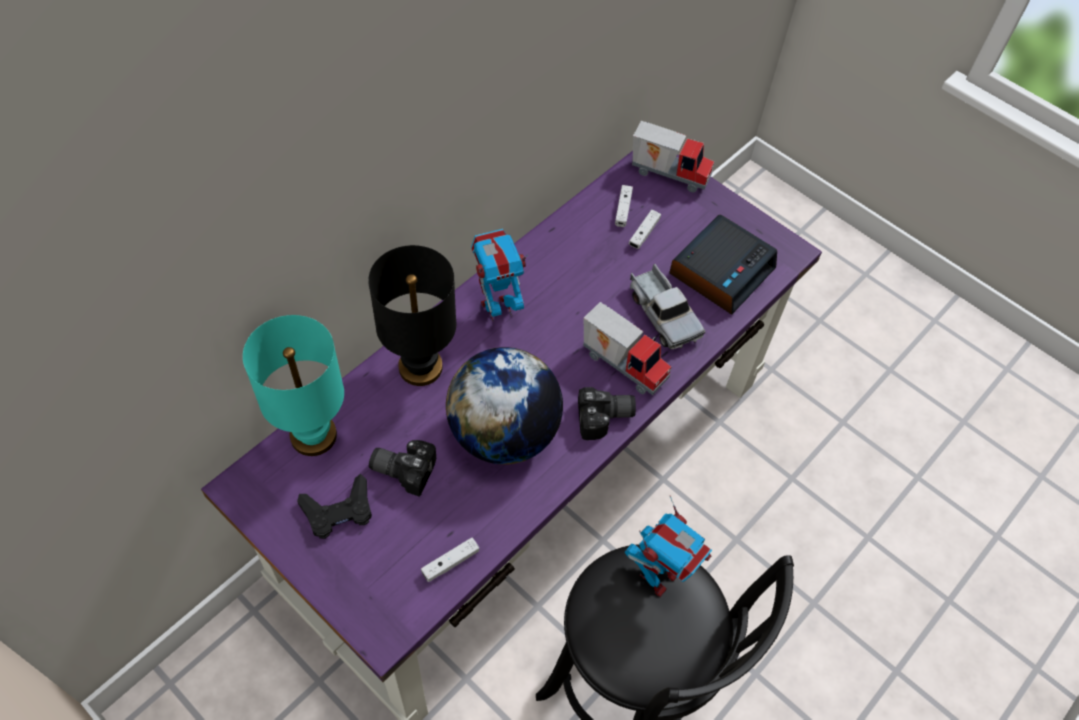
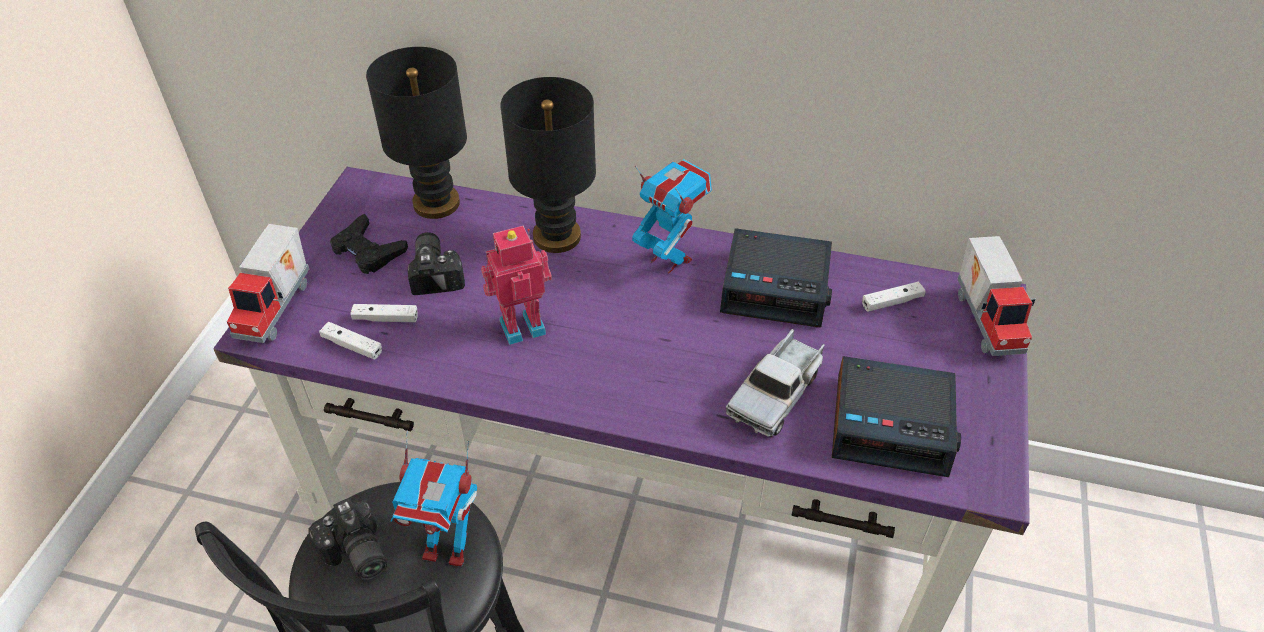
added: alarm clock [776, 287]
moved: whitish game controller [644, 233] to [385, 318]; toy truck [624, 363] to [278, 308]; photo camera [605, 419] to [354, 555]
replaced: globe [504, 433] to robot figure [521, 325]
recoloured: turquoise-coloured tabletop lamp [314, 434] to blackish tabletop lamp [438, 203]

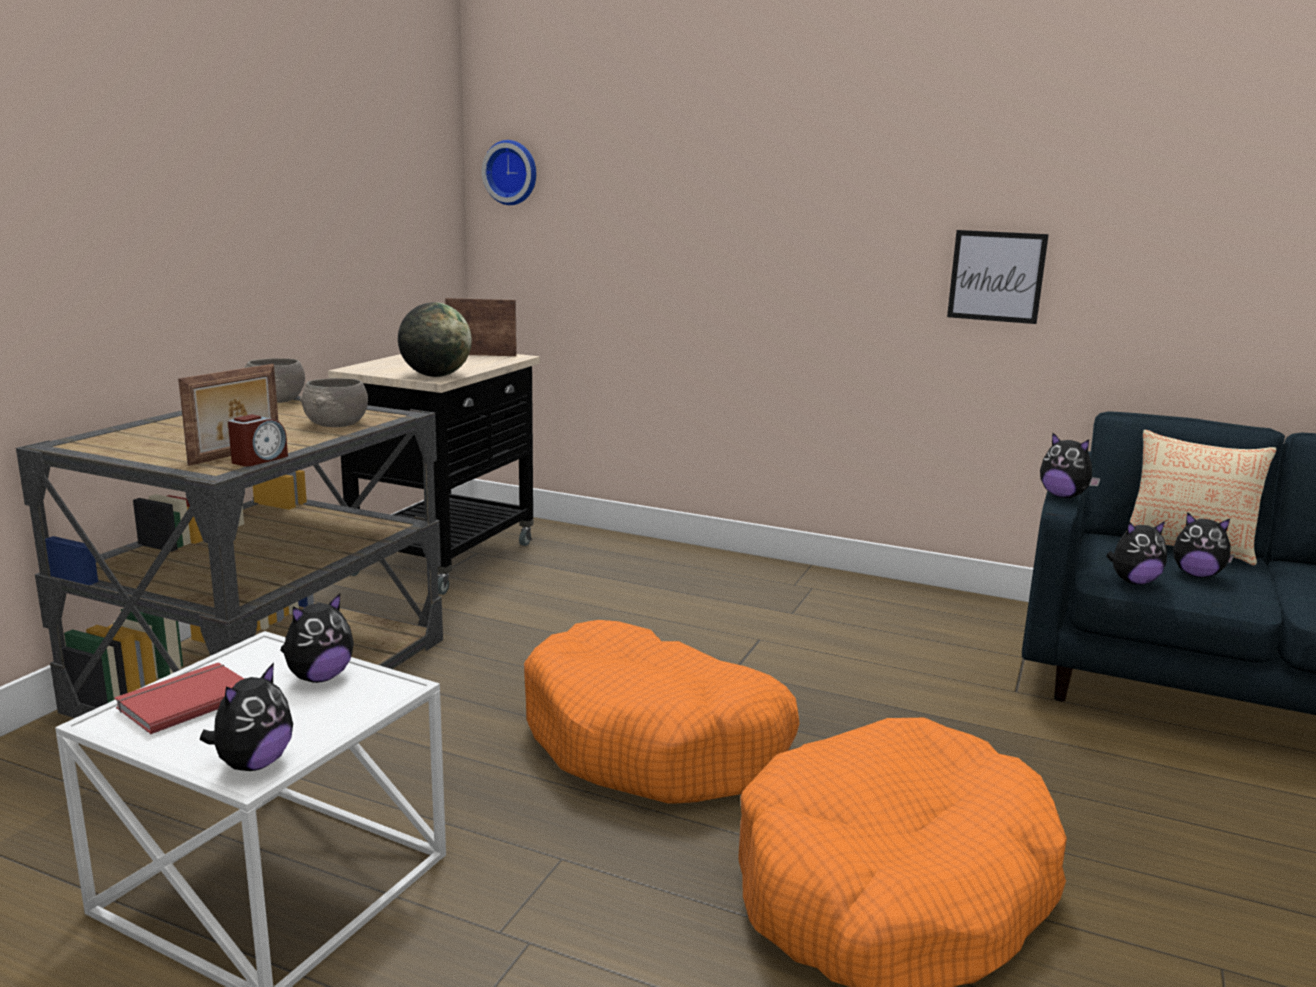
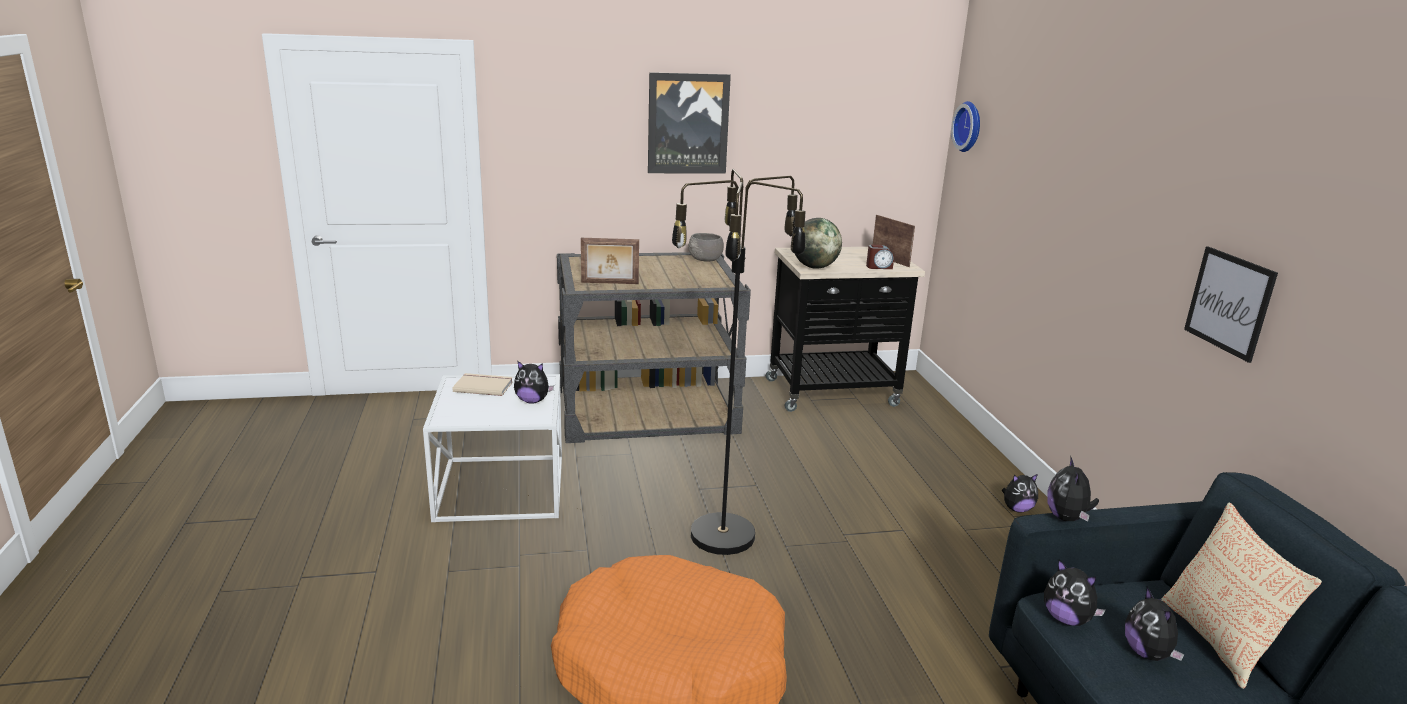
removed: grey bowl [336, 424]
added: picture [688, 123]
moved: alarm clock [259, 459] to [879, 267]; soft toy [253, 764] to [1017, 509]
replaced: orangey pet bed [655, 742] to standing lamp [723, 537]
recoloured: red-coloured bound book [184, 701] to sand-coloured bound book [483, 386]

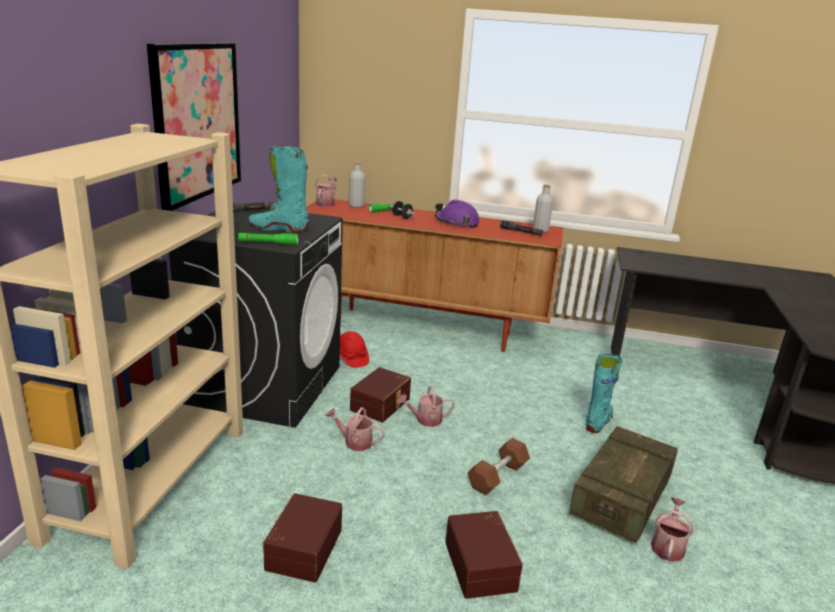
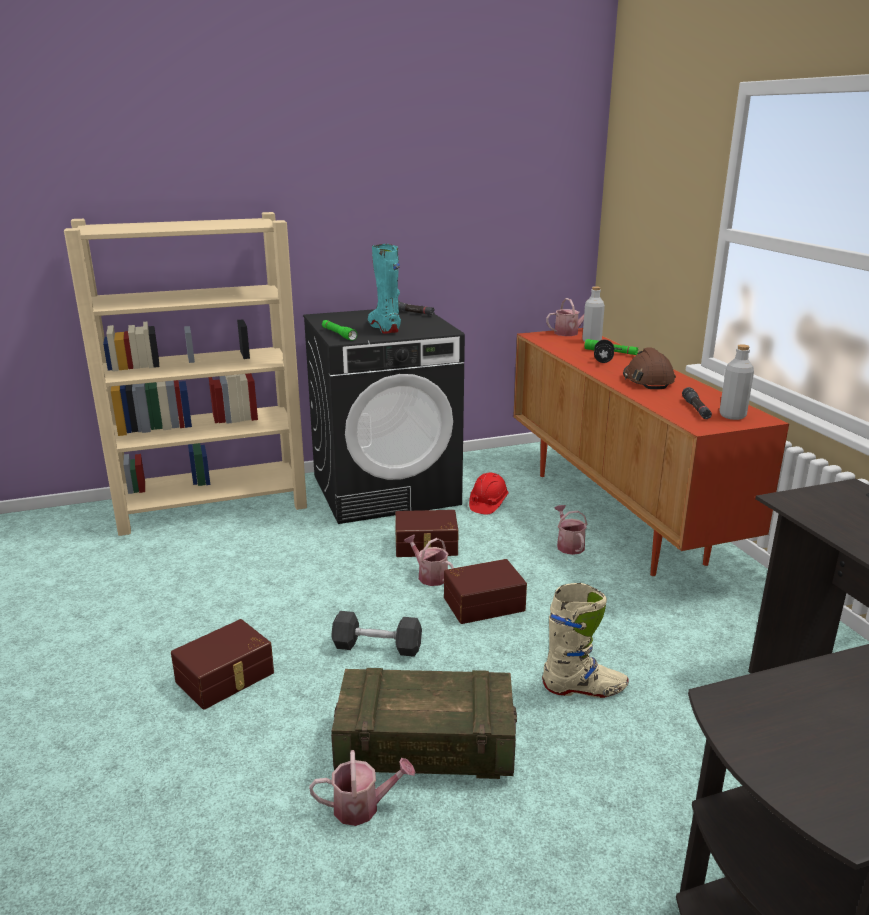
removed: picture [197, 122]
moved: watering pot [354, 442] to [568, 545]; brown-coloured storage box [302, 548] to [483, 603]
recoloured: purple-coloured hard hat [456, 222] to brown-coloured hard hat [648, 380]; turquoise-coloured tall boot [598, 422] to sand-coloured tall boot [584, 689]; brown-coloured free weight [497, 476] to grey free weight [377, 646]

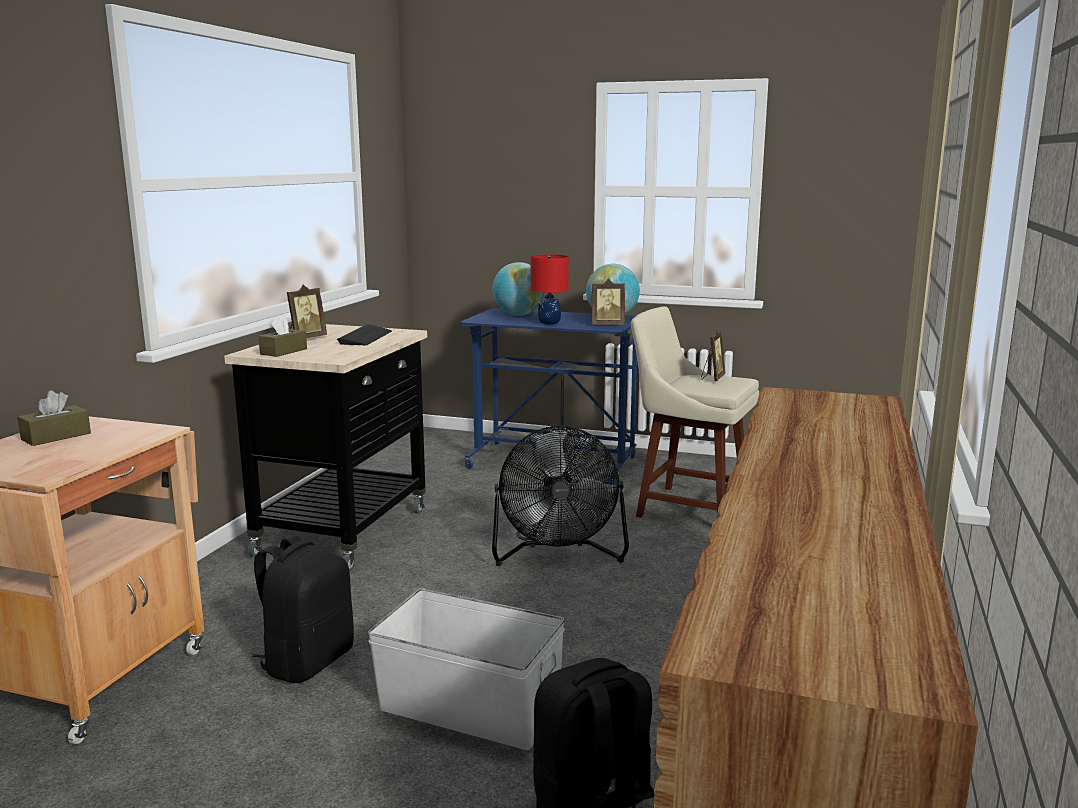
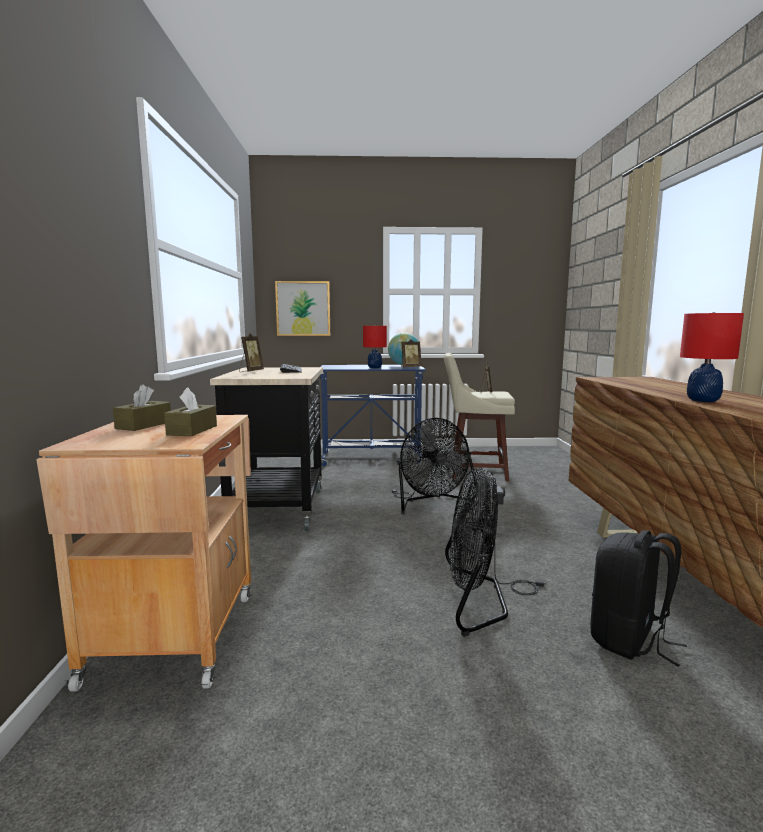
removed: globe [519, 315]; blackish rucksack [307, 661]
added: picture [303, 308]; red-coloured tabletop lamp [704, 401]
moved: brown-coloured tissue holder [283, 351] to [192, 430]
replaced: whitish storage box [469, 708] to blackish cooling fan [482, 597]

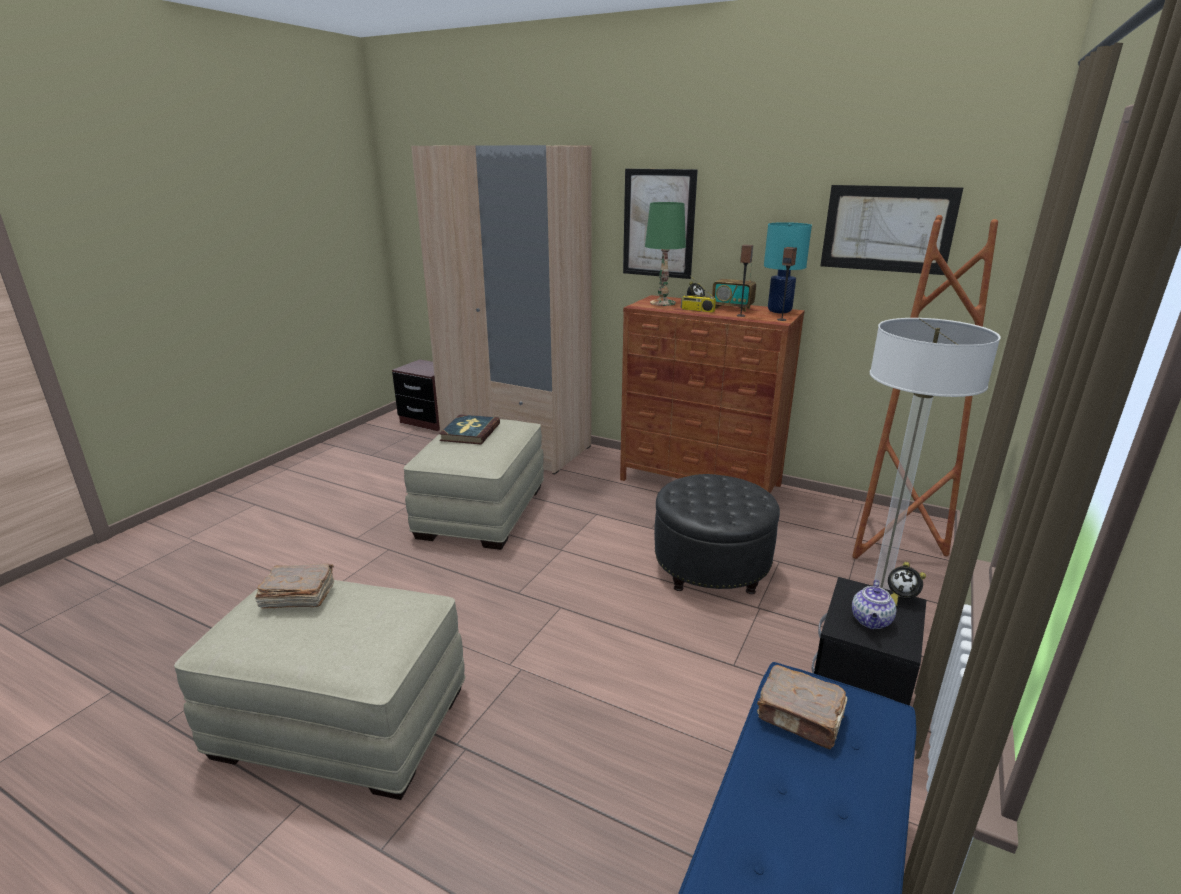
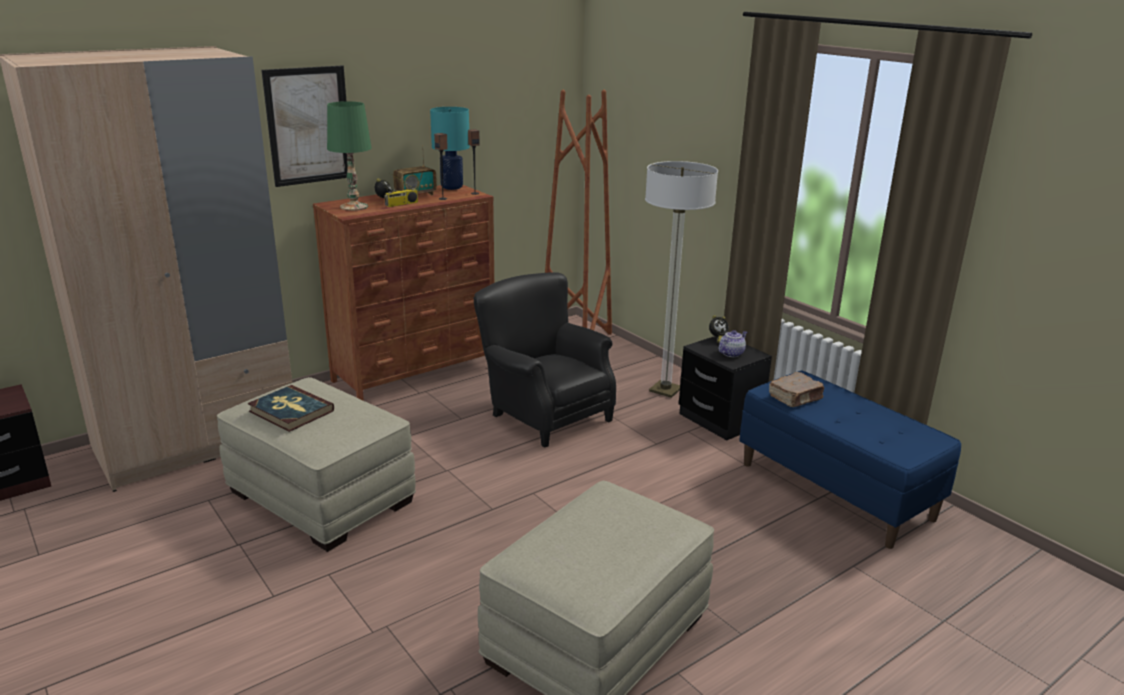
removed: picture [887, 229]; brown-coloured bound book [297, 597]
replaced: blackish ottoman [711, 568] to blackish armchair [545, 413]
turned: pot for tea [871, 621] = [731, 353] 90 degrees counterclockwise

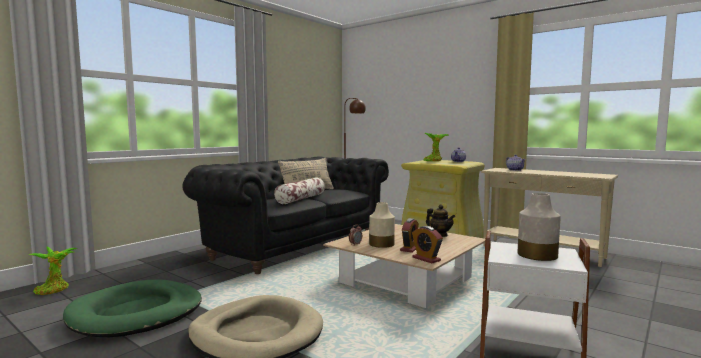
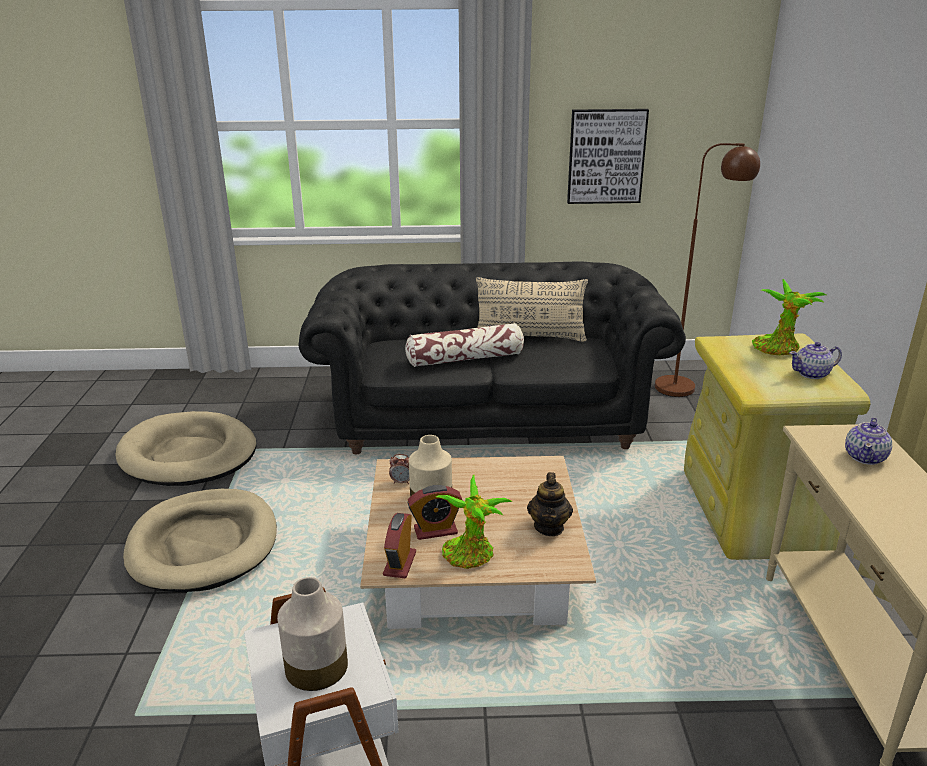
added: picture [606, 156]
moved: plant in a pot [54, 290] to [471, 556]
recoloured: green pet bed [137, 313] to sand-coloured pet bed [188, 454]

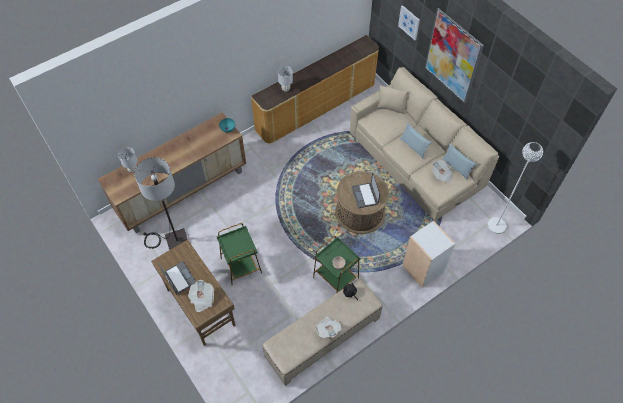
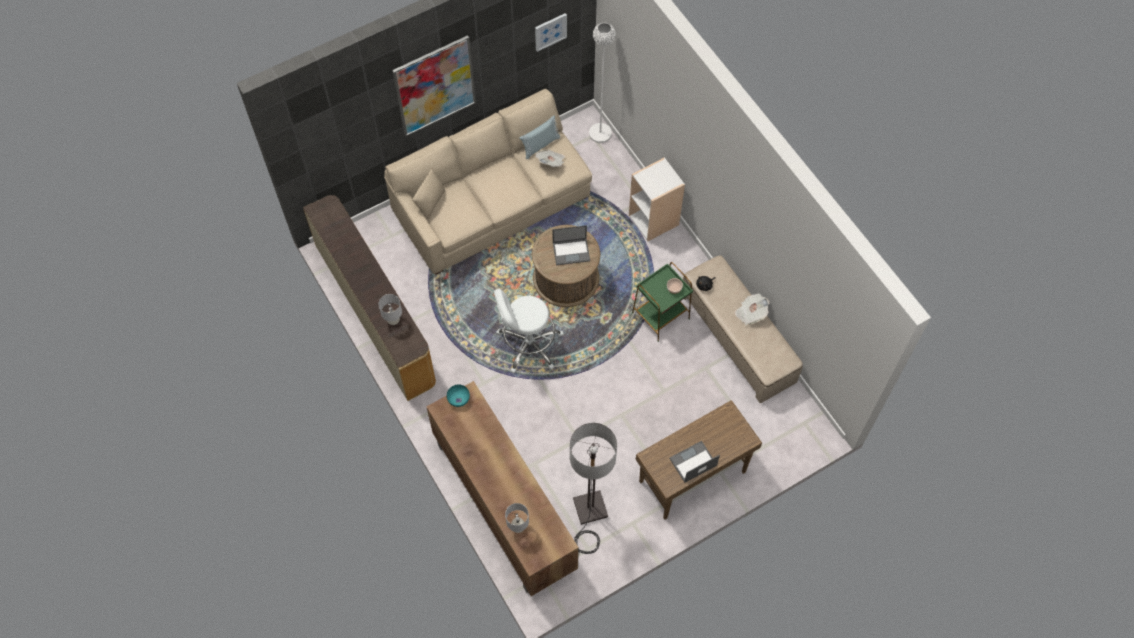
removed: blue cushion [413, 146]; green accent table [241, 265]; daily paper [202, 299]
added: whitish stool seat [528, 345]
moved: picture [409, 22] to [550, 31]

